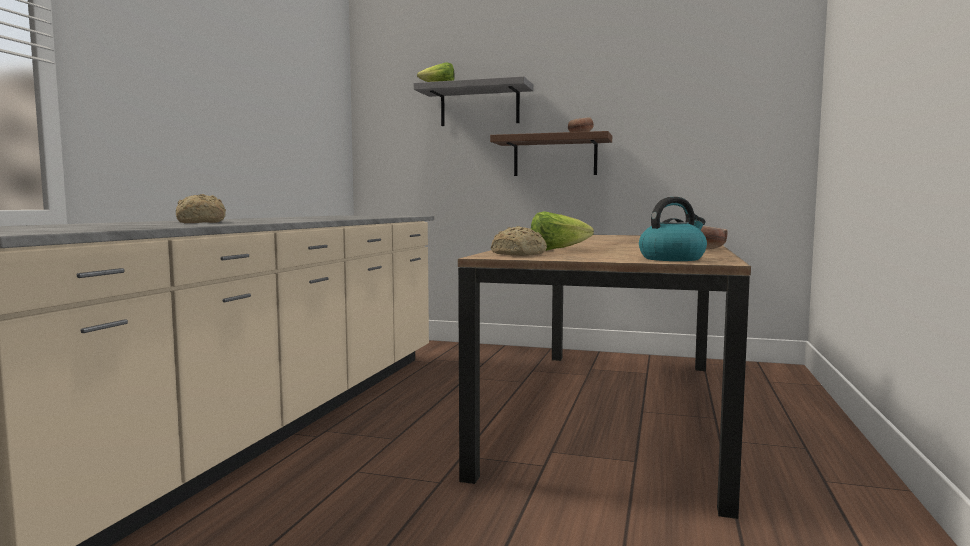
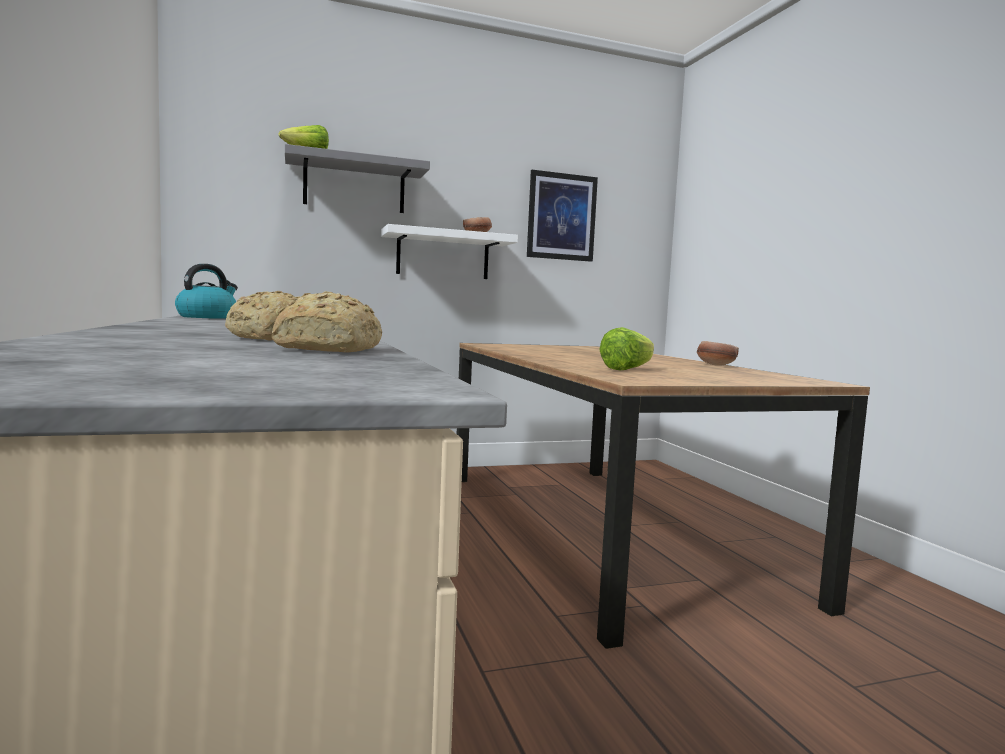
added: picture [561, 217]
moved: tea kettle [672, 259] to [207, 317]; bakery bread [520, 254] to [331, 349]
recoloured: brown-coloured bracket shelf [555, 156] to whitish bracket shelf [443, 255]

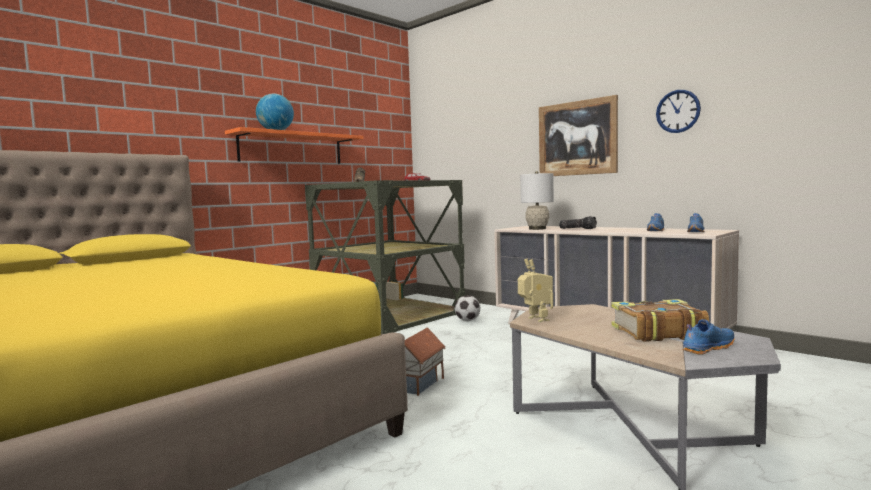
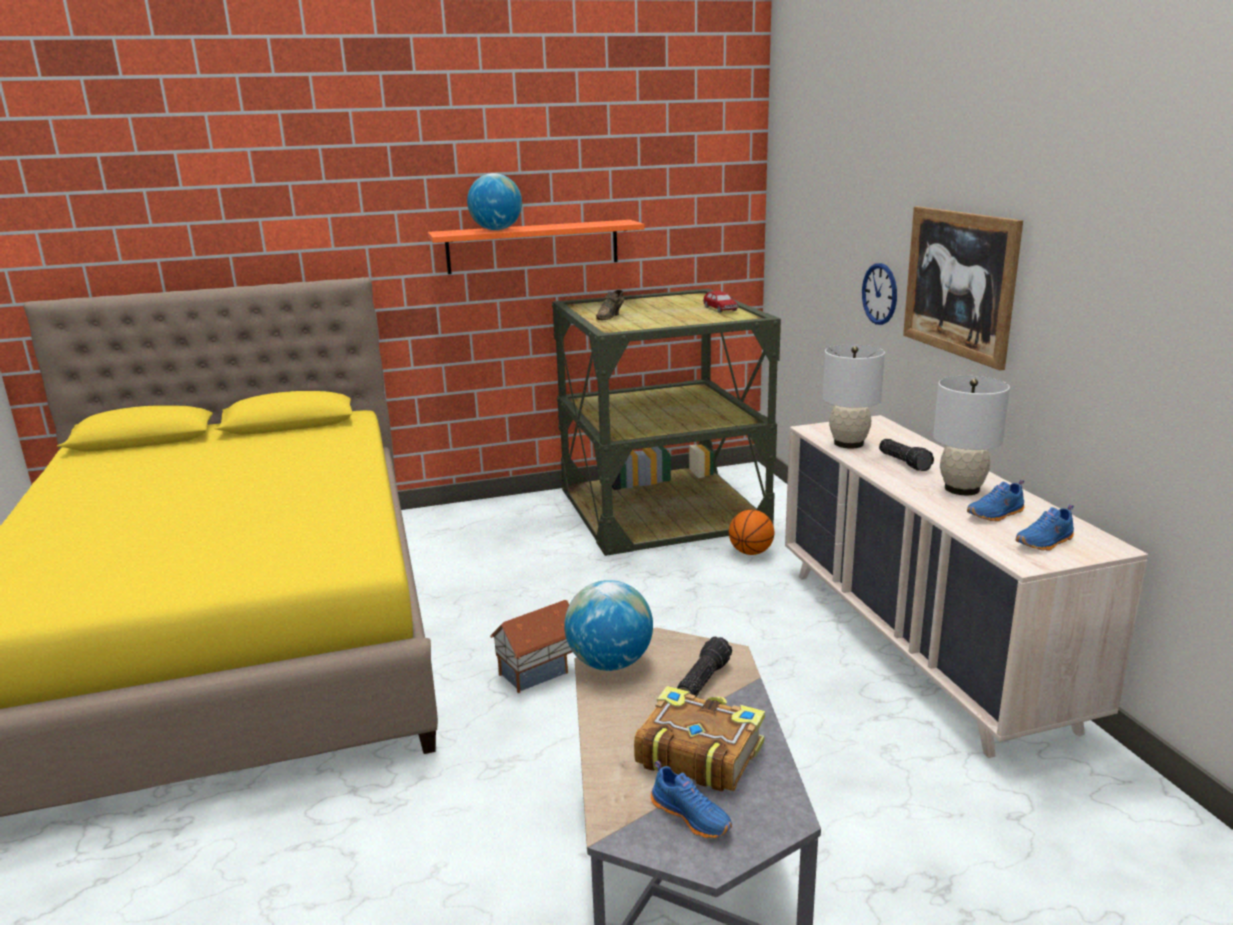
added: whitish tabletop lamp [962, 489]; torch [702, 679]
moved: hanging clock [678, 111] to [880, 294]
replaced: robot figure [535, 319] to globe [609, 663]; football ball [467, 320] to ball for basketball [751, 552]
turned: blue low shoe [707, 348] = [692, 815] 45 degrees clockwise

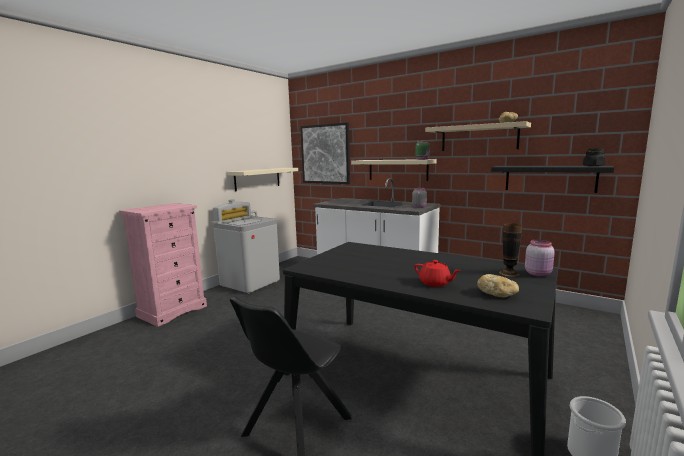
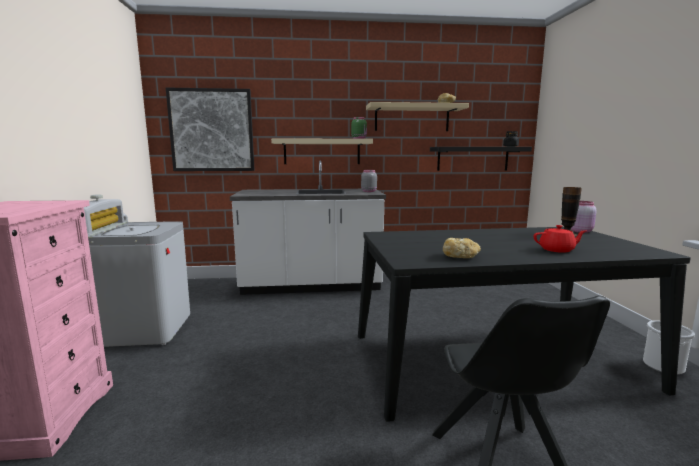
removed: sand-coloured bracket shelf [257, 179]
moved: bakery bread [497, 294] to [460, 257]

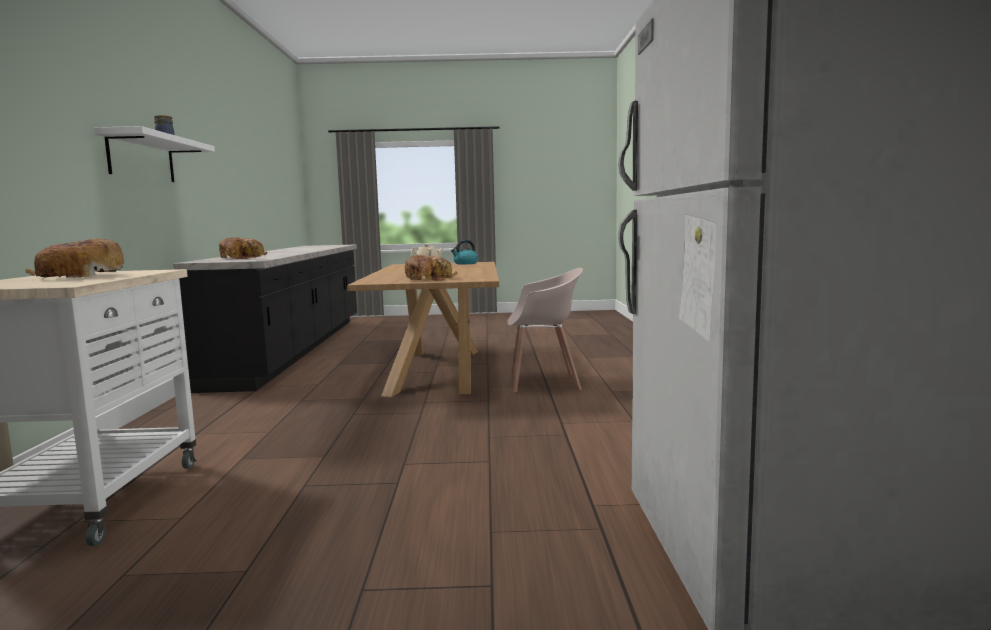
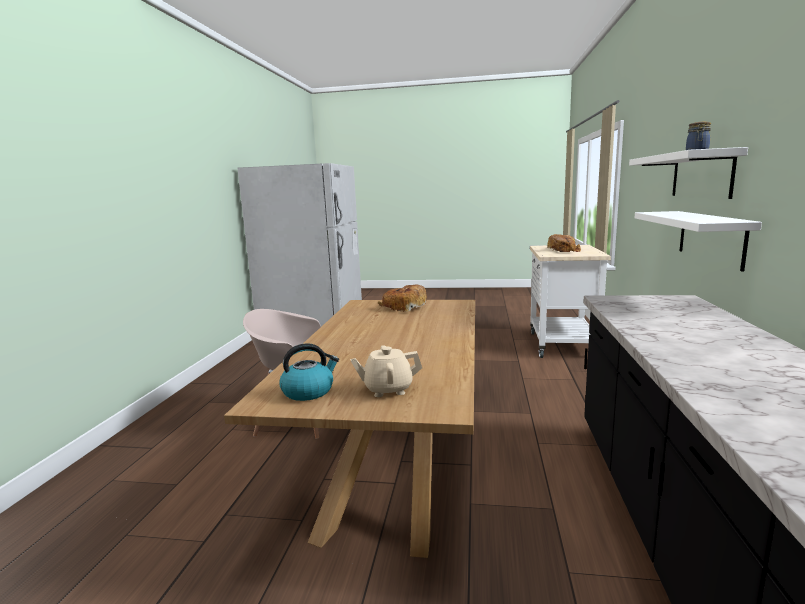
removed: bakery bread [243, 258]
added: whitish bracket shelf [710, 237]

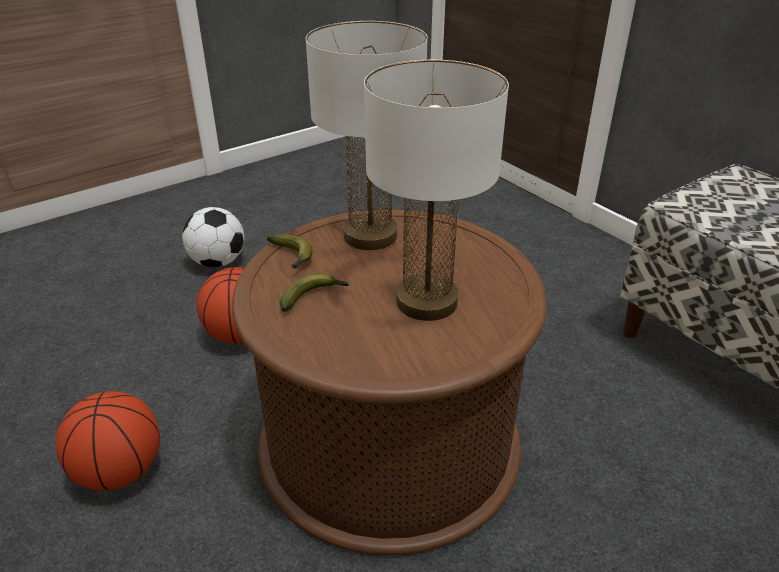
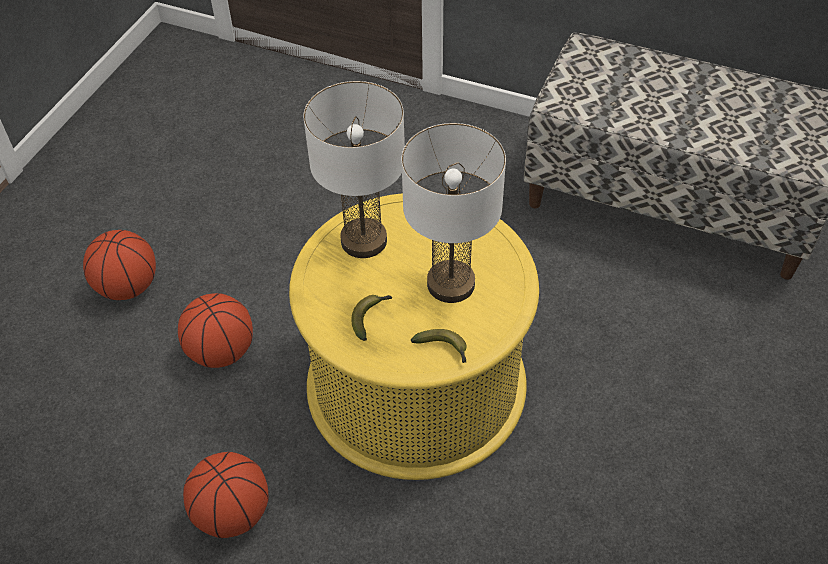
moved: banana fruit [292, 257] to [444, 349]
replaced: football ball [218, 262] to ball for basketball [128, 287]
recoloured: brown-coloured lounge table [389, 439] to yellowish lounge table [416, 383]

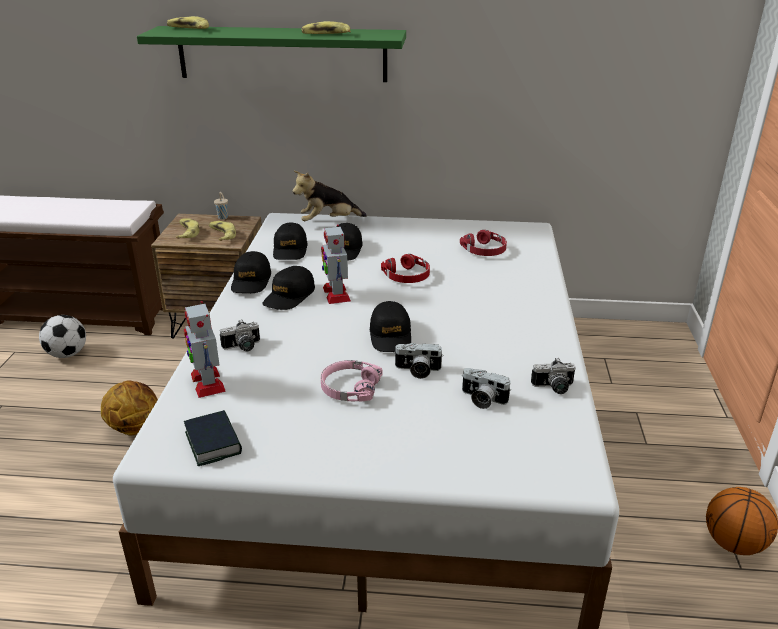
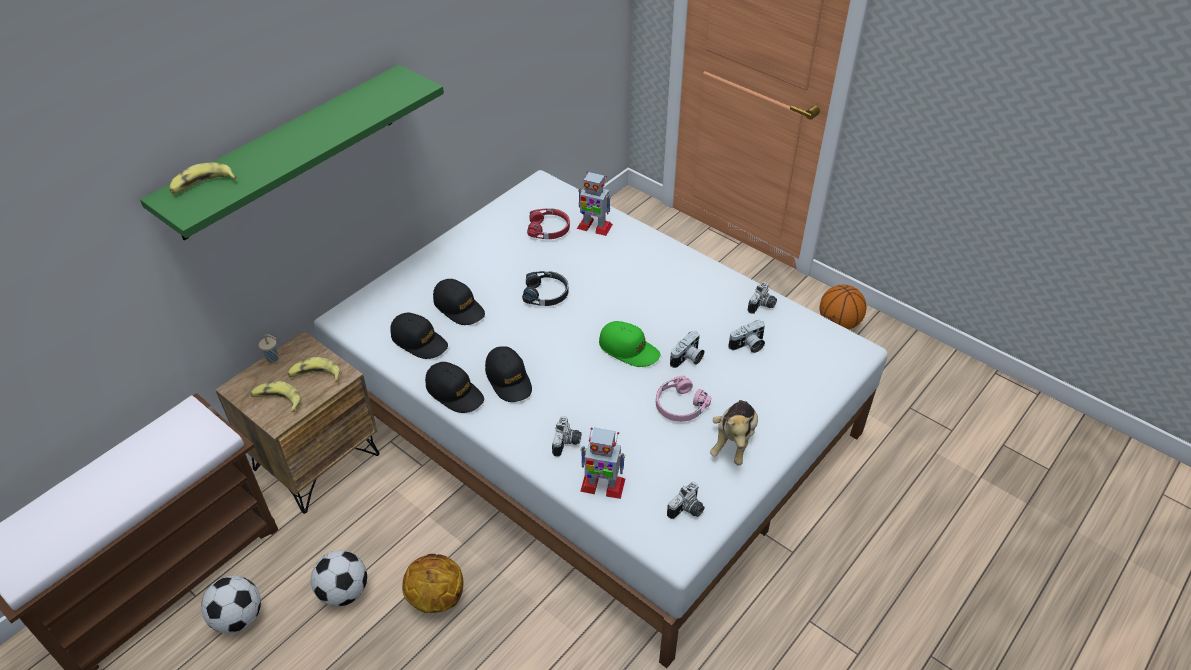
removed: banana fruit [326, 35]
added: football ball [344, 591]
moved: soft toy [328, 222] to [733, 441]; robot figure [336, 294] to [594, 226]
replaced: bound book [213, 443] to photo camera [688, 510]
recoloured: red-coloured headphones [407, 276] to blackish headphones [546, 294]; blackish baseball cap [390, 335] to green baseball cap [629, 349]

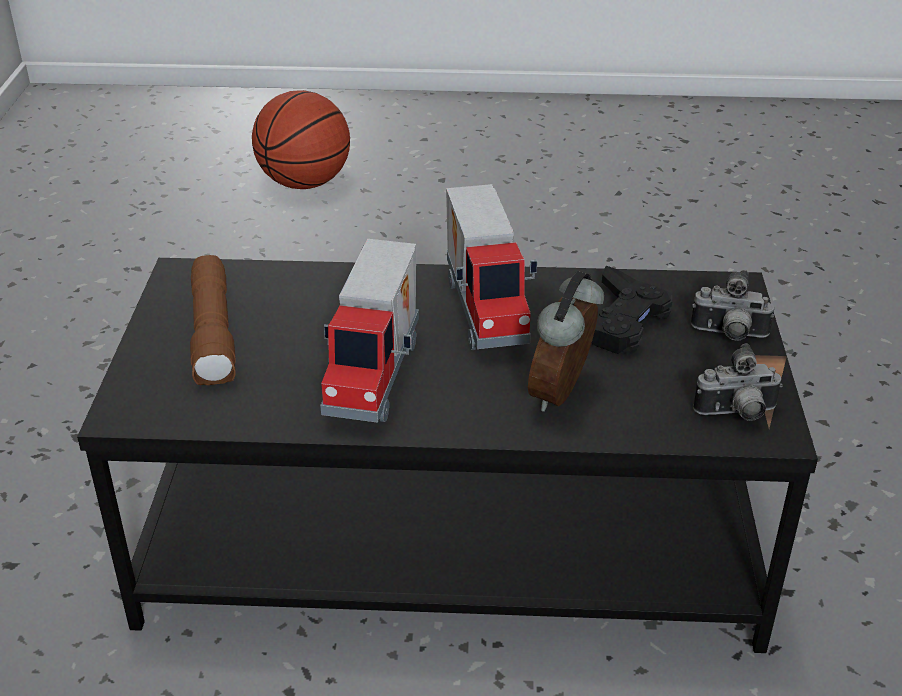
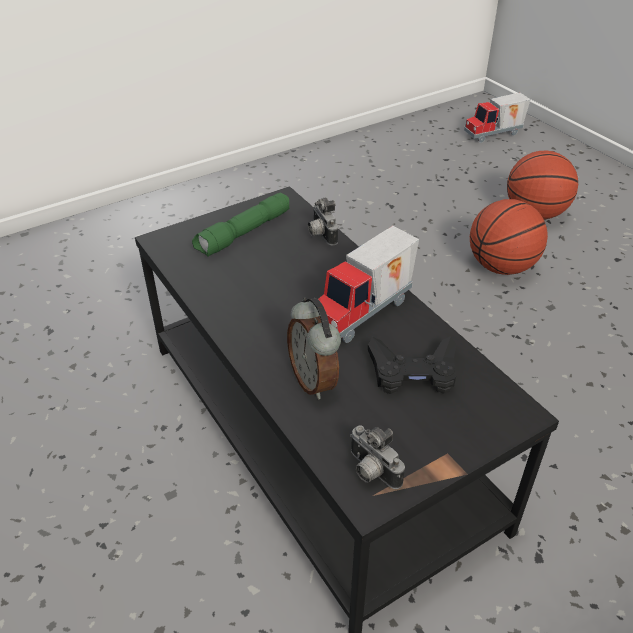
added: ball for basketball [501, 266]
moved: toy truck [378, 376] to [494, 135]; photo camera [729, 335] to [320, 235]
recoloured: brown-coloured torch [215, 334] to green torch [244, 234]
turned: alarm clock [563, 394] = [314, 380] 105 degrees counterclockwise

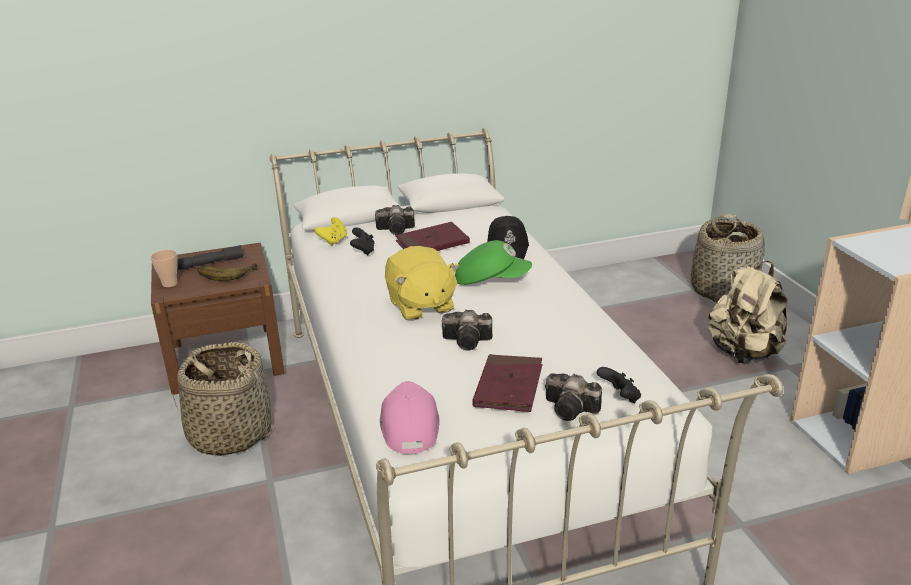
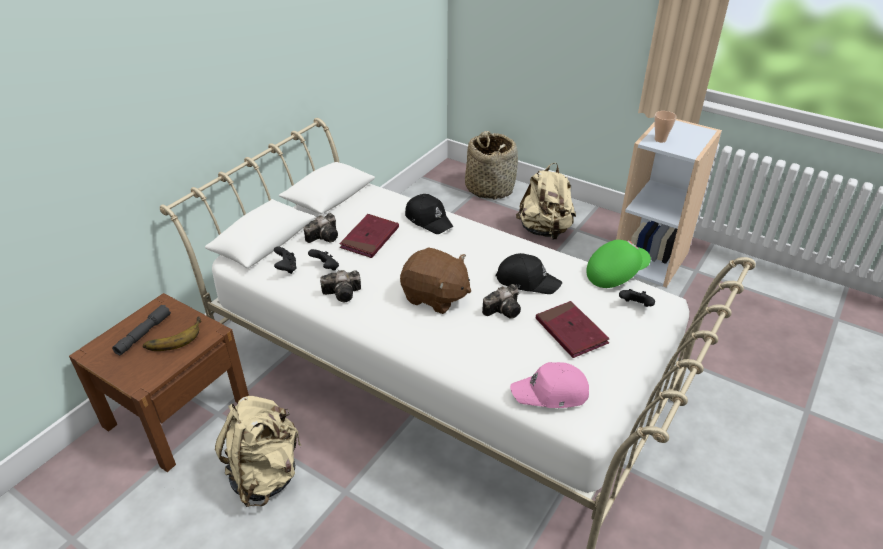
added: blackish baseball cap [527, 280]
moved: green baseball cap [491, 280] to [615, 273]; small cup [169, 284] to [660, 139]; photo camera [573, 409] to [344, 293]
replaced: storage basket [230, 433] to sand-coloured rucksack [265, 474]
recoloured: yellowish game controller [333, 241] to blackish game controller [286, 268]; yellowish soft toy [420, 306] to brown-coloured soft toy [435, 297]
turned: pink-coloured baseball cap [408, 424] = [551, 393] 45 degrees counterclockwise

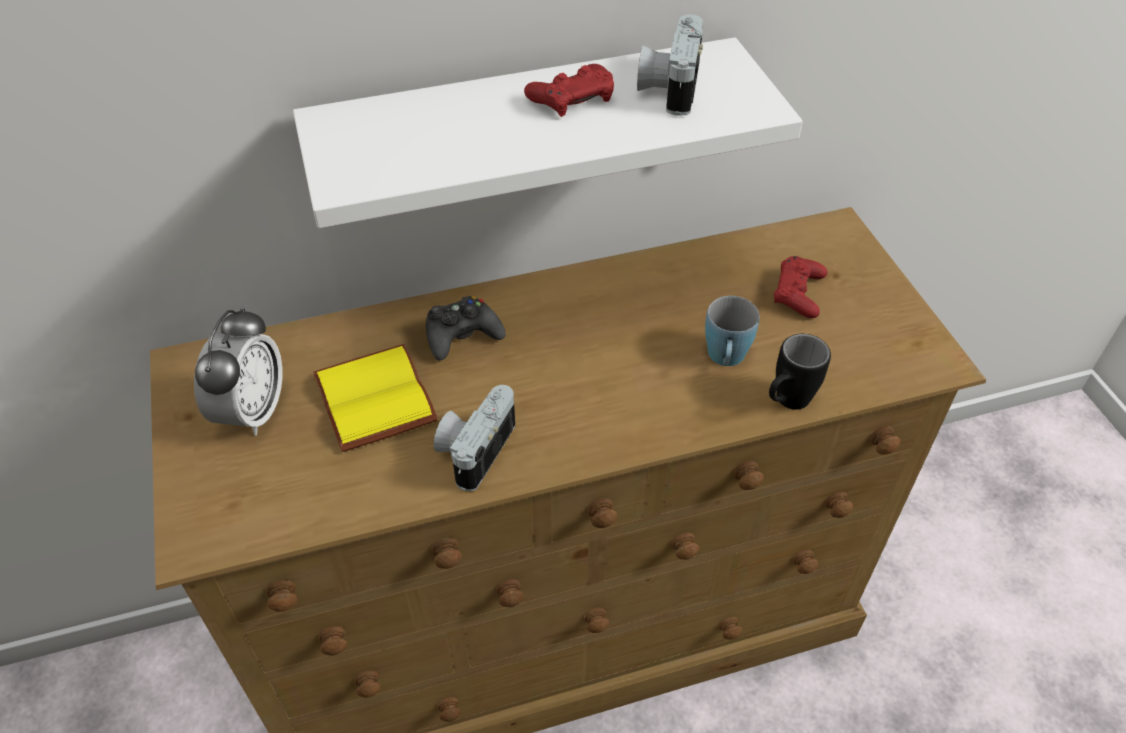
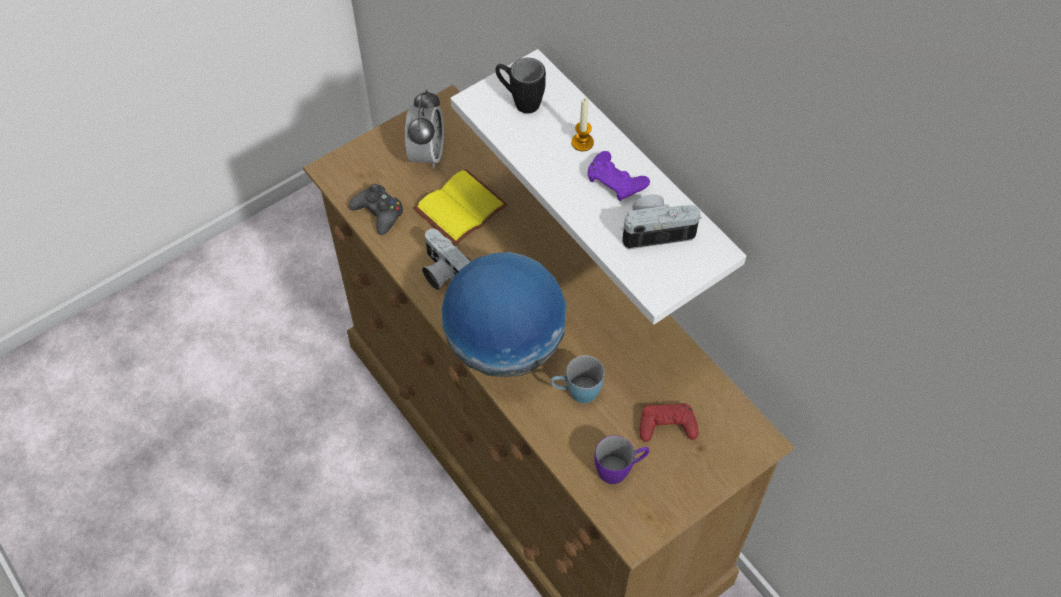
added: wax light [582, 142]; globe [505, 345]; purple-coloured tea mug [620, 469]
moved: blackish game controller [462, 335] to [379, 212]; blackish tea mug [786, 403] to [519, 101]
recoloured: red-coloured game controller [572, 98] to purple-coloured game controller [615, 181]
turned: alarm clock [252, 412] = [427, 154] 75 degrees counterclockwise; photo camera [474, 448] = [443, 273] 135 degrees counterclockwise

